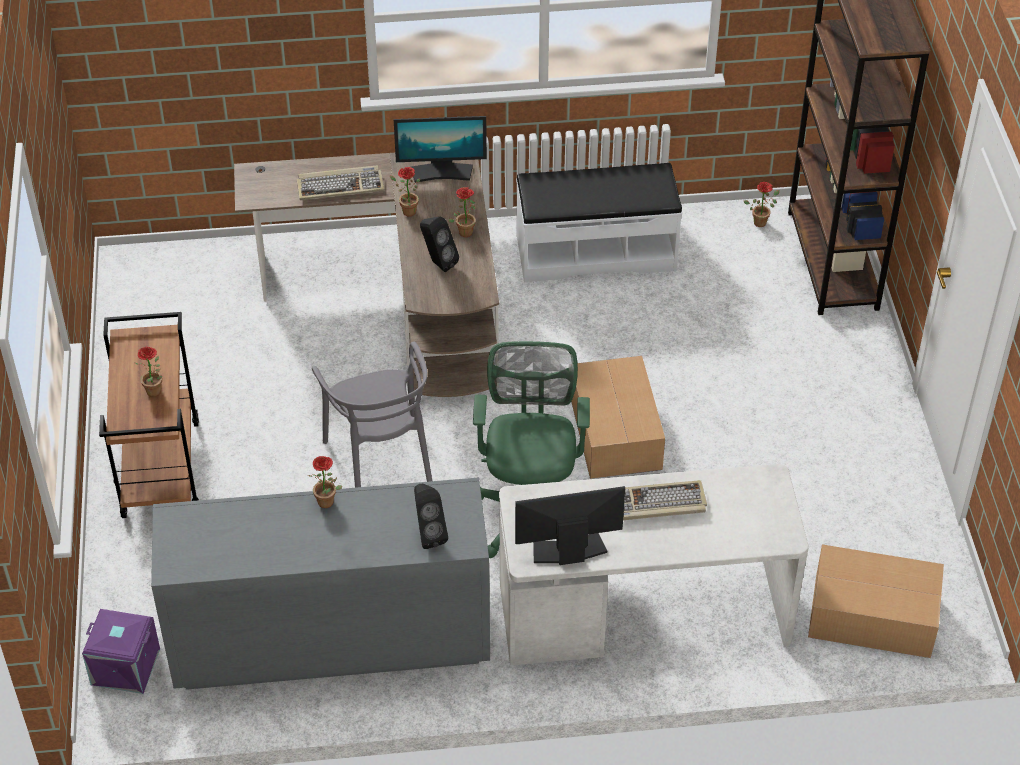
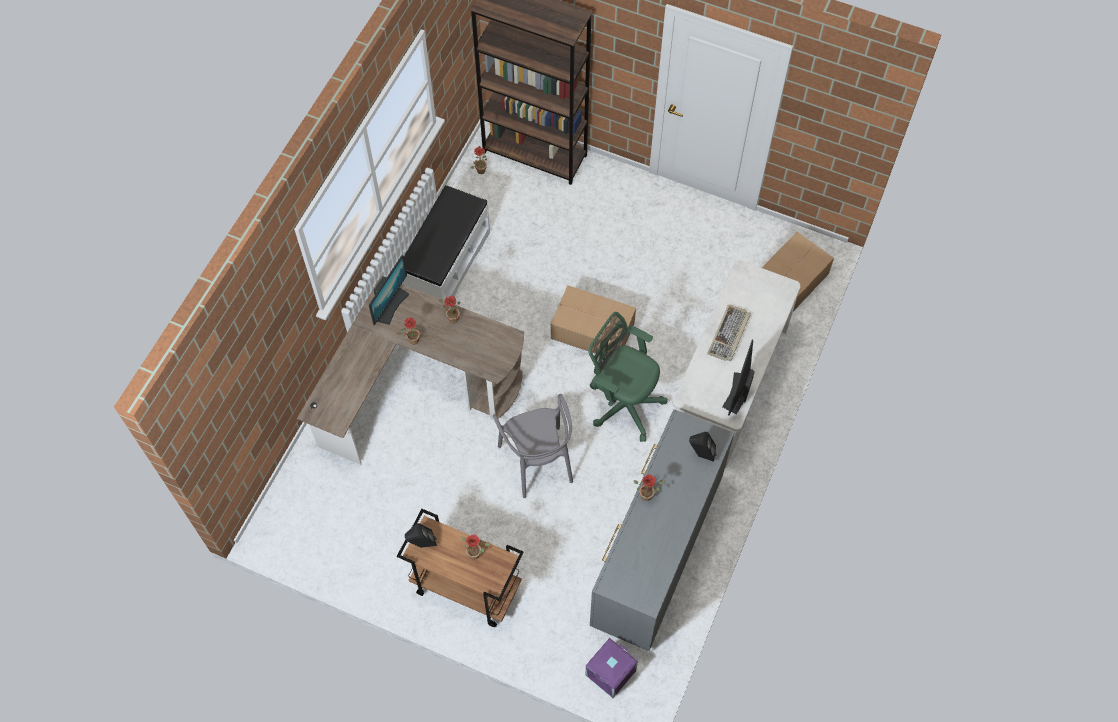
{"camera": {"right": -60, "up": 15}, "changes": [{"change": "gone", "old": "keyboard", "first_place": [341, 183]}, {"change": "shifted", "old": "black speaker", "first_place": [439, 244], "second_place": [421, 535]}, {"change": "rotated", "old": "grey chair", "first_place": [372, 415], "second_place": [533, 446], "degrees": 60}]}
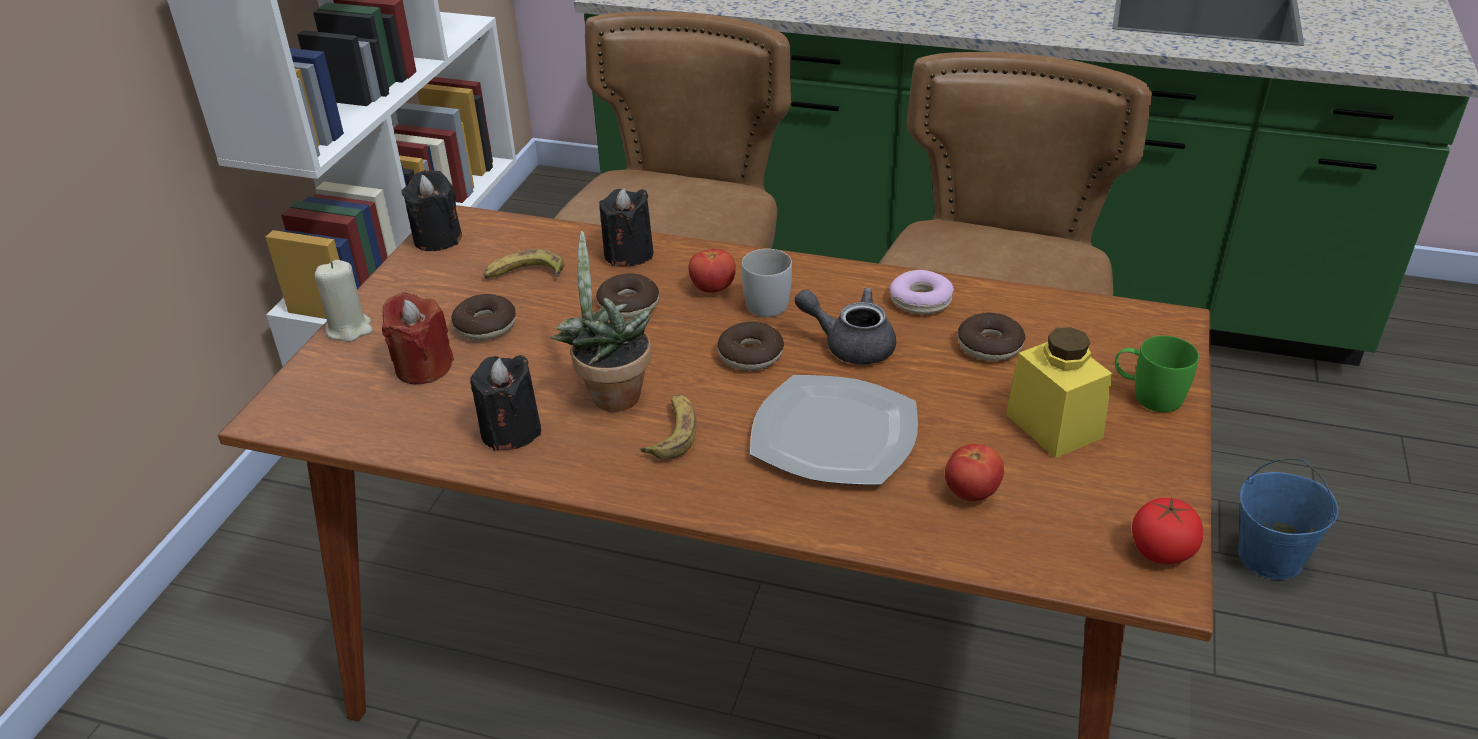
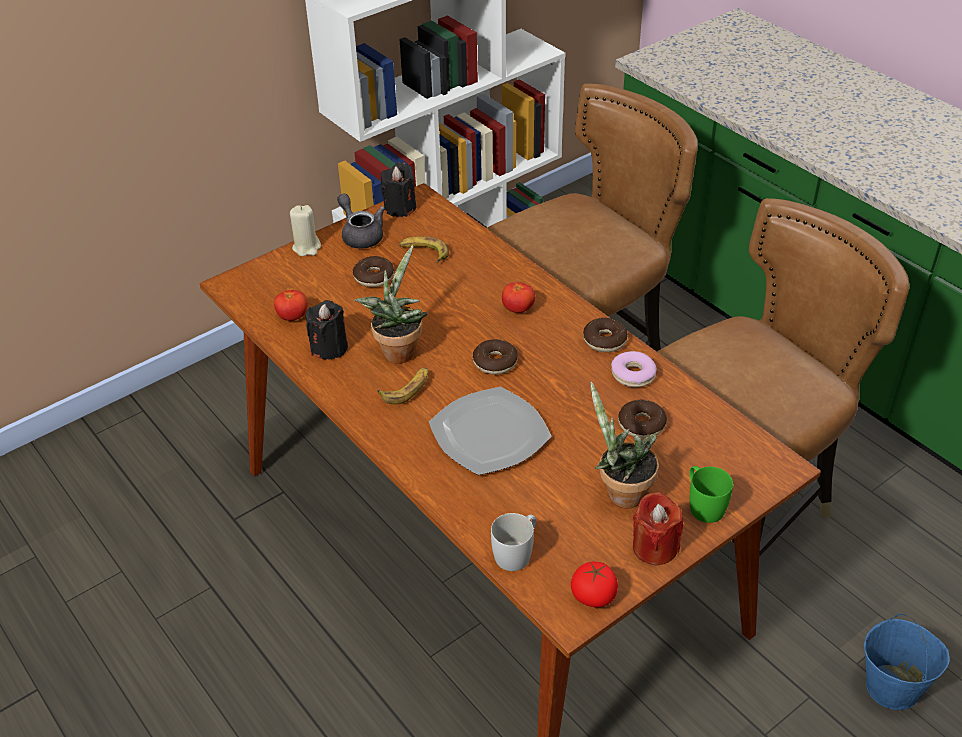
{"camera": {"right": 35, "up": 5}, "changes": [{"change": "gone", "old": "black candle", "first_place": [626, 227]}, {"change": "shifted", "old": "red candle", "first_place": [418, 338], "second_place": [658, 529]}, {"change": "shifted", "old": "donut", "first_place": [627, 296], "second_place": [605, 335]}, {"change": "shifted", "old": "white mug", "first_place": [767, 283], "second_place": [513, 542]}, {"change": "shifted", "old": "grey teapot", "first_place": [845, 326], "second_place": [361, 221]}, {"change": "shifted", "old": "tomato", "first_place": [974, 472], "second_place": [291, 305]}, {"change": "swapped", "old": "yellow jar", "new": "potted plant", "first_place": [1059, 392], "second_place": [624, 445]}]}
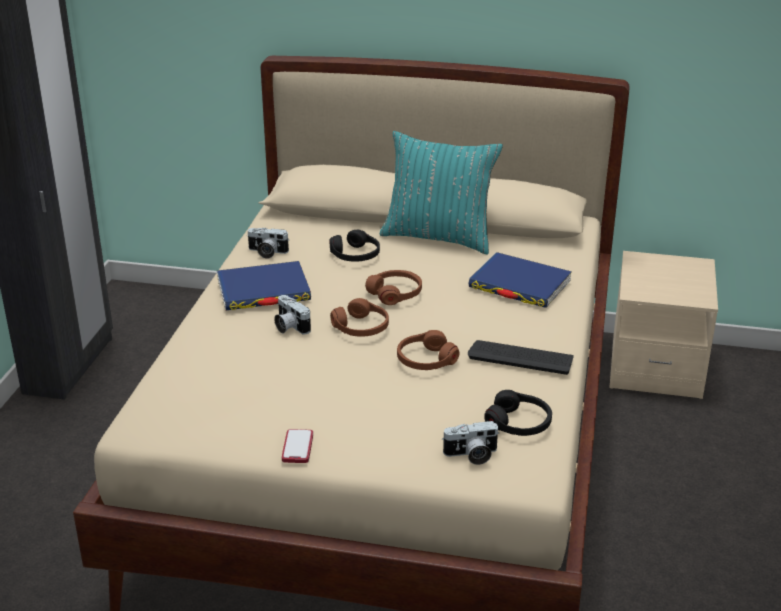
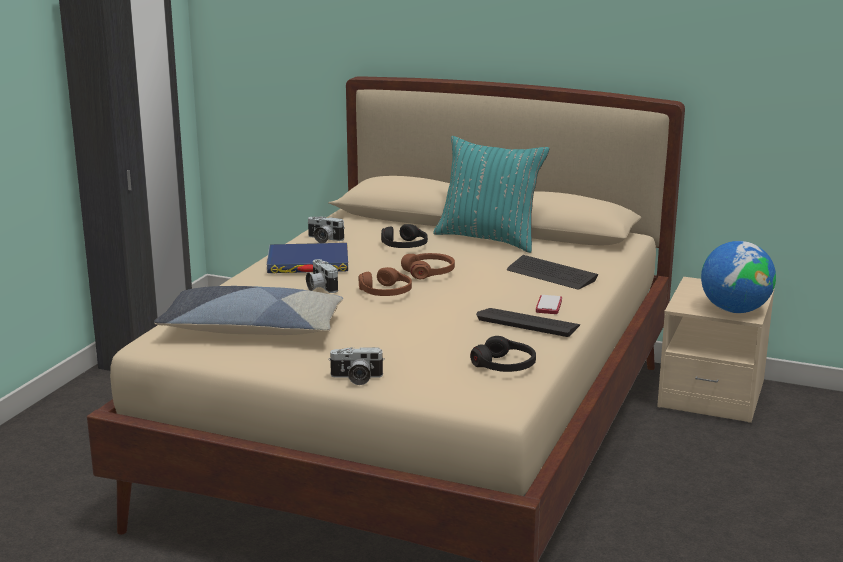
{"camera": {"right": 10, "up": -10}, "changes": [{"change": "gone", "old": "brown headphones", "first_place": [428, 350]}, {"change": "new", "new": "pillow", "second_place": [248, 310]}, {"change": "new", "new": "globe", "second_place": [738, 277]}, {"change": "shifted", "old": "phone", "first_place": [297, 446], "second_place": [549, 304]}, {"change": "shifted", "old": "photo camera", "first_place": [470, 443], "second_place": [356, 366]}, {"change": "swapped", "old": "blue book", "new": "keyboard", "first_place": [520, 280], "second_place": [553, 272]}]}
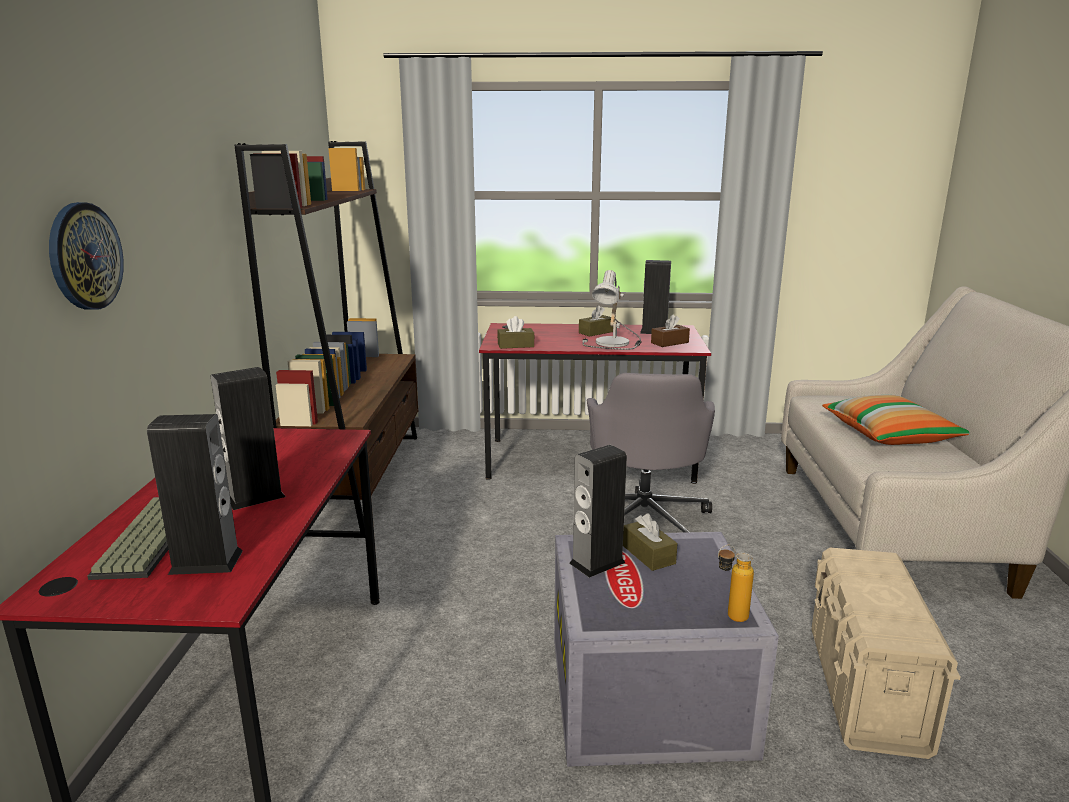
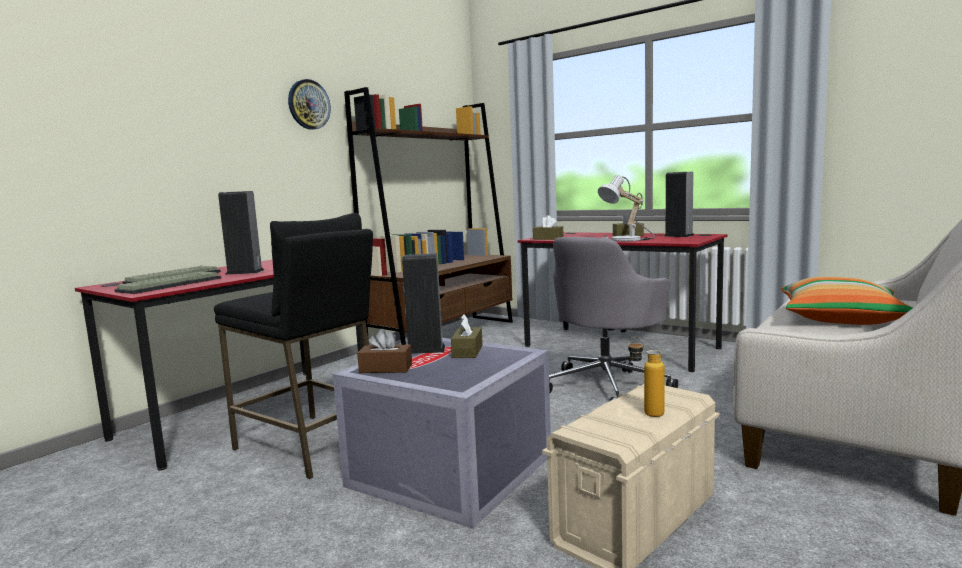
{"camera": {"right": 35, "up": -10}, "changes": [{"change": "new", "new": "black stool", "second_place": [293, 346]}, {"change": "shifted", "old": "wall clock", "first_place": [86, 256], "second_place": [309, 104]}, {"change": "shifted", "old": "brown tissue box", "first_place": [670, 330], "second_place": [384, 351]}, {"change": "shifted", "old": "bottle", "first_place": [736, 583], "second_place": [646, 377]}, {"change": "swapped", "old": "speaker", "new": "keyboard", "first_place": [195, 494], "second_place": [167, 283]}]}
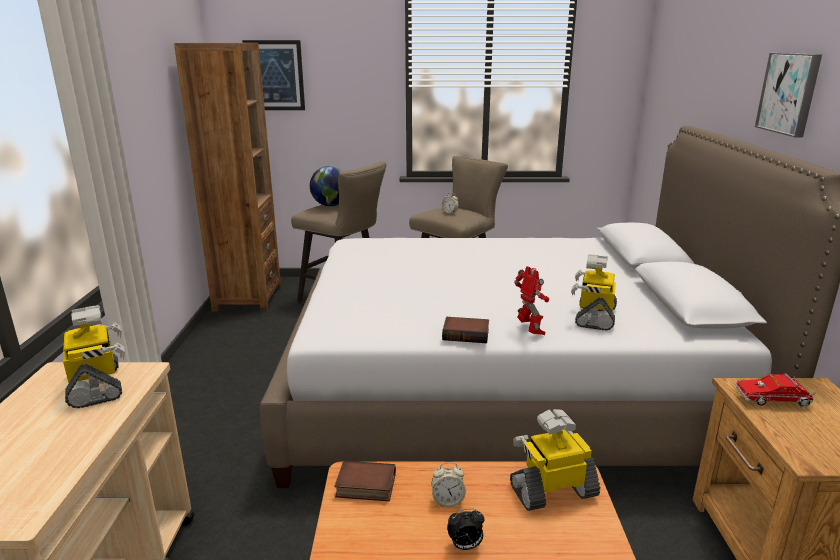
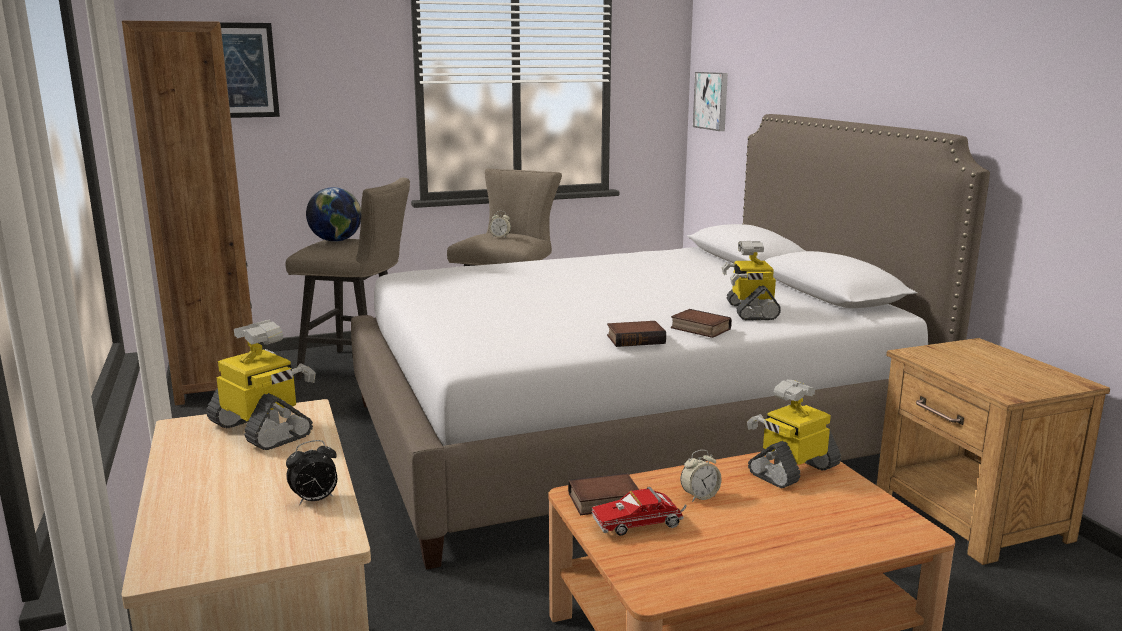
{"camera": {"right": -20, "up": -5}, "changes": [{"change": "shifted", "old": "alarm clock", "first_place": [466, 529], "second_place": [311, 473]}, {"change": "shifted", "old": "toy truck", "first_place": [776, 390], "second_place": [639, 511]}, {"change": "shifted", "old": "picture", "first_place": [788, 95], "second_place": [710, 101]}, {"change": "swapped", "old": "toy robot", "new": "book", "first_place": [531, 300], "second_place": [701, 323]}]}
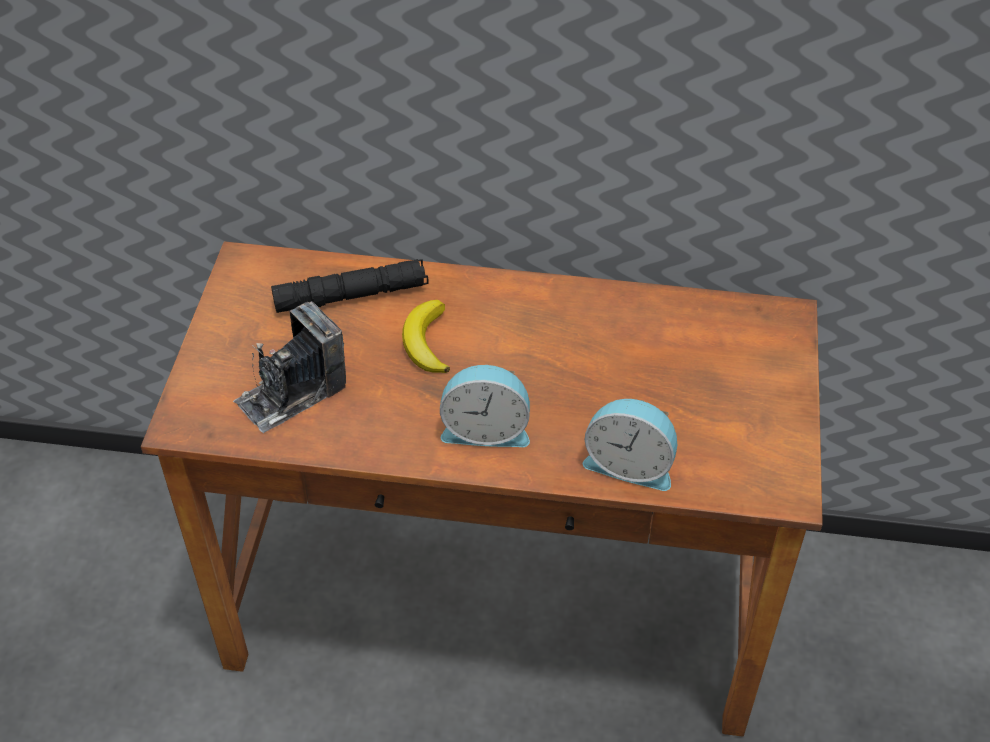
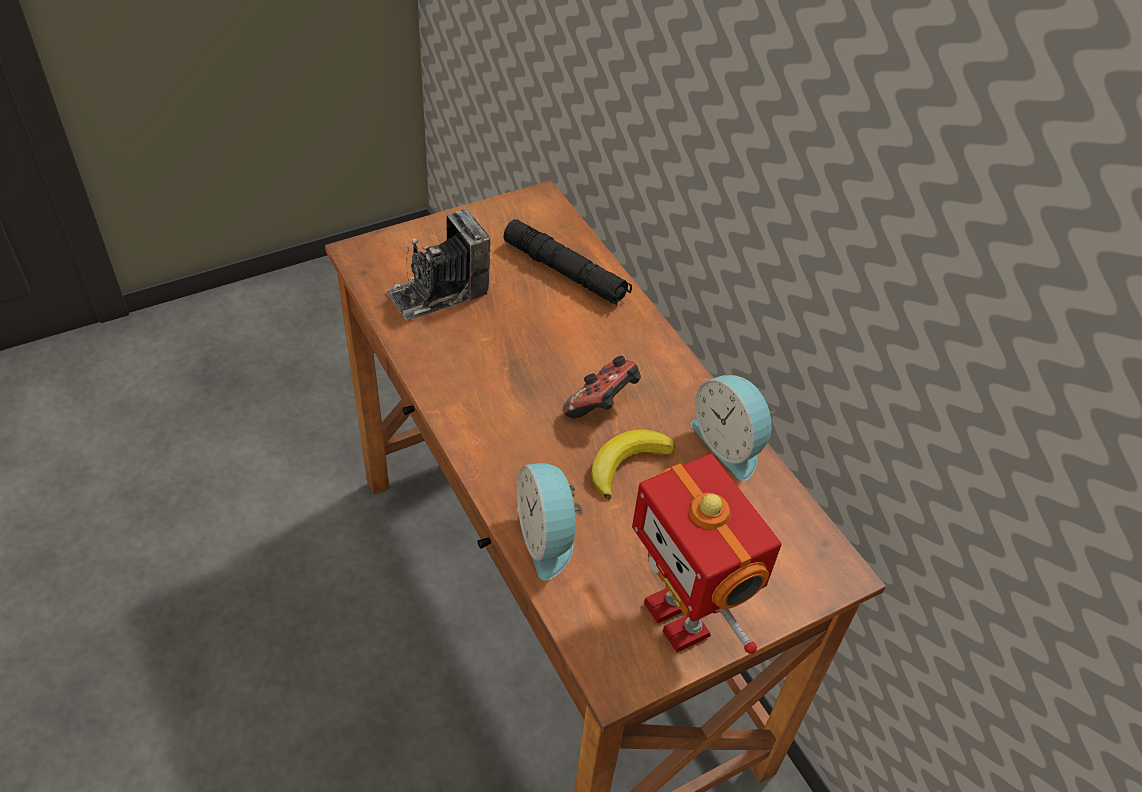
{"camera": {"right": 50, "up": 0}, "changes": [{"change": "new", "new": "game controller", "second_place": [602, 387]}, {"change": "new", "new": "toy robot", "second_place": [707, 554]}, {"change": "shifted", "old": "banana", "first_place": [426, 336], "second_place": [633, 464]}, {"change": "shifted", "old": "alarm clock", "first_place": [485, 406], "second_place": [733, 428]}, {"change": "rotated", "old": "photo camera", "first_place": [289, 367], "second_place": [438, 265], "degrees": -45}]}
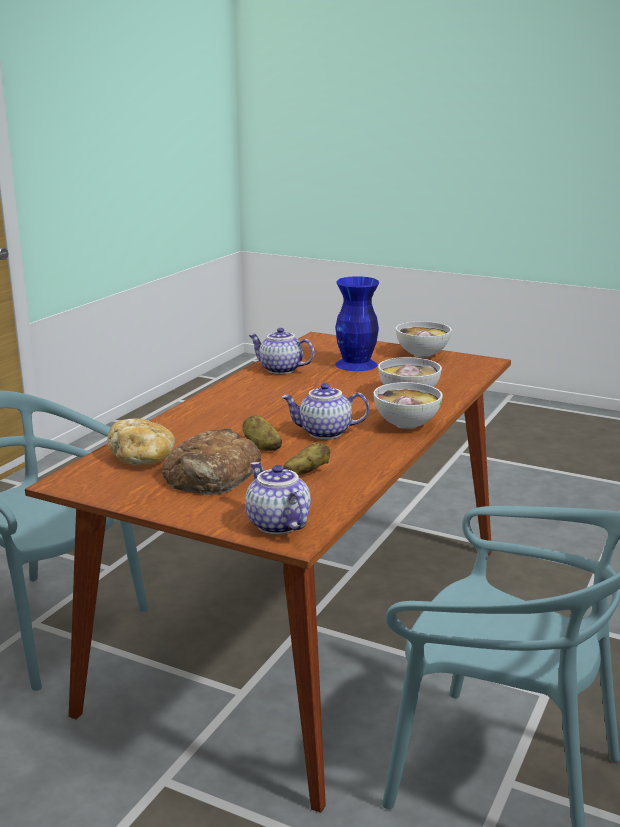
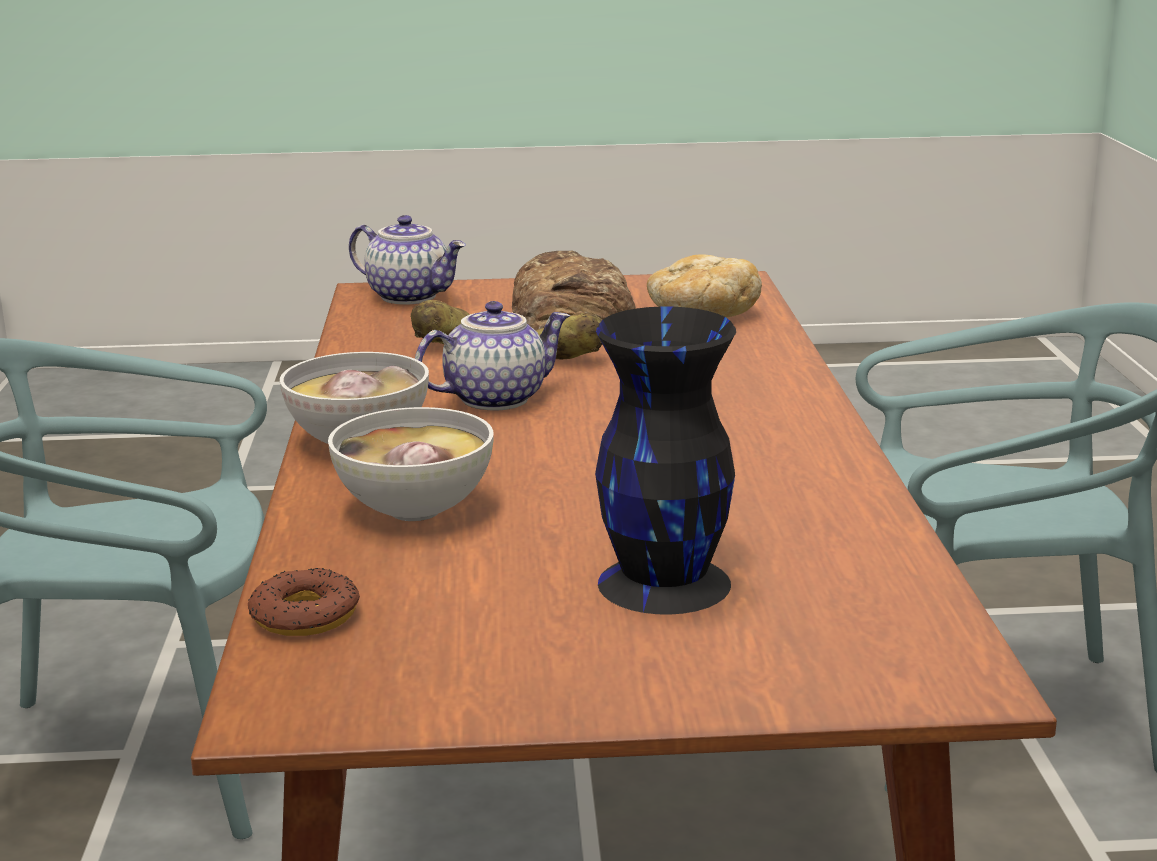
{"camera": {"right": 150, "up": 0}, "changes": [{"change": "gone", "old": "teapot", "first_place": [282, 351]}, {"change": "gone", "old": "bowl", "first_place": [424, 339]}, {"change": "new", "new": "donut", "second_place": [304, 602]}, {"change": "repainted", "old": "blue vase", "new": "black vase", "first_place": [357, 323], "second_place": [665, 461]}]}
